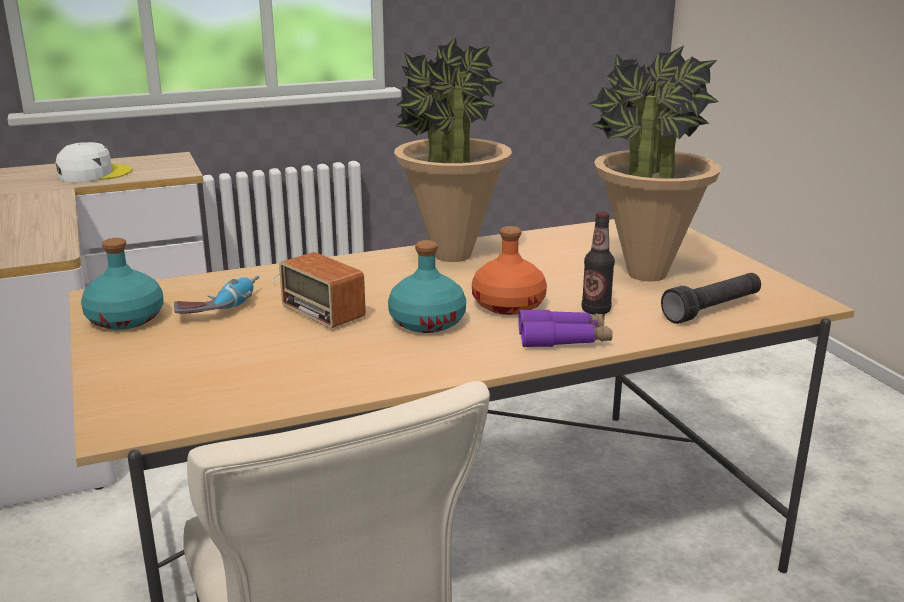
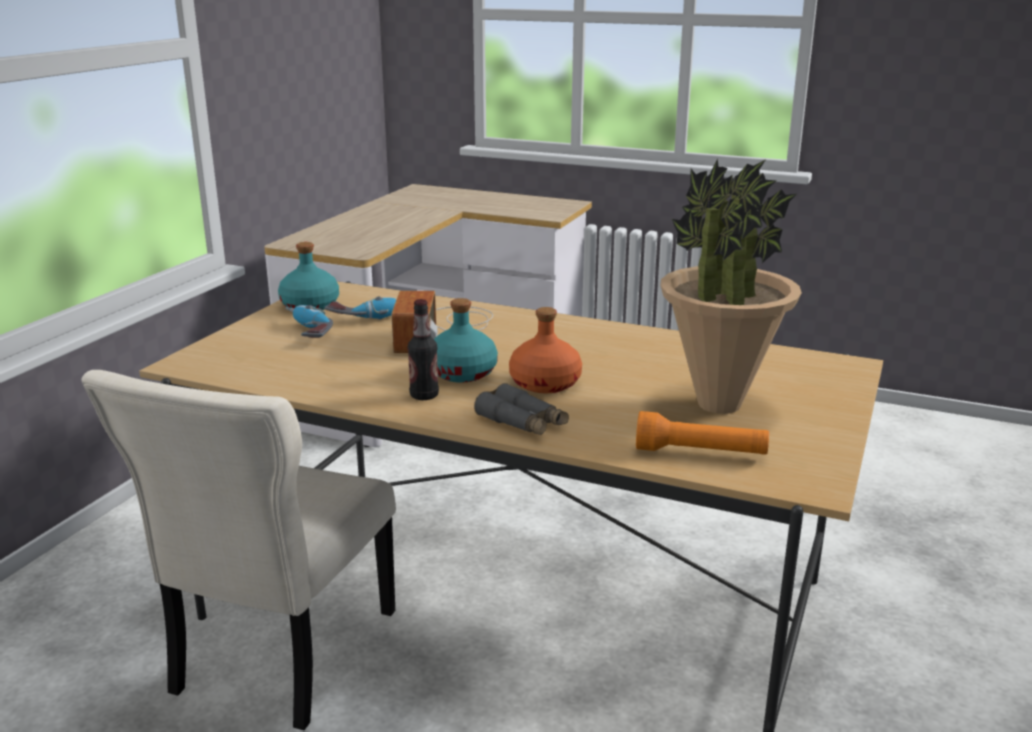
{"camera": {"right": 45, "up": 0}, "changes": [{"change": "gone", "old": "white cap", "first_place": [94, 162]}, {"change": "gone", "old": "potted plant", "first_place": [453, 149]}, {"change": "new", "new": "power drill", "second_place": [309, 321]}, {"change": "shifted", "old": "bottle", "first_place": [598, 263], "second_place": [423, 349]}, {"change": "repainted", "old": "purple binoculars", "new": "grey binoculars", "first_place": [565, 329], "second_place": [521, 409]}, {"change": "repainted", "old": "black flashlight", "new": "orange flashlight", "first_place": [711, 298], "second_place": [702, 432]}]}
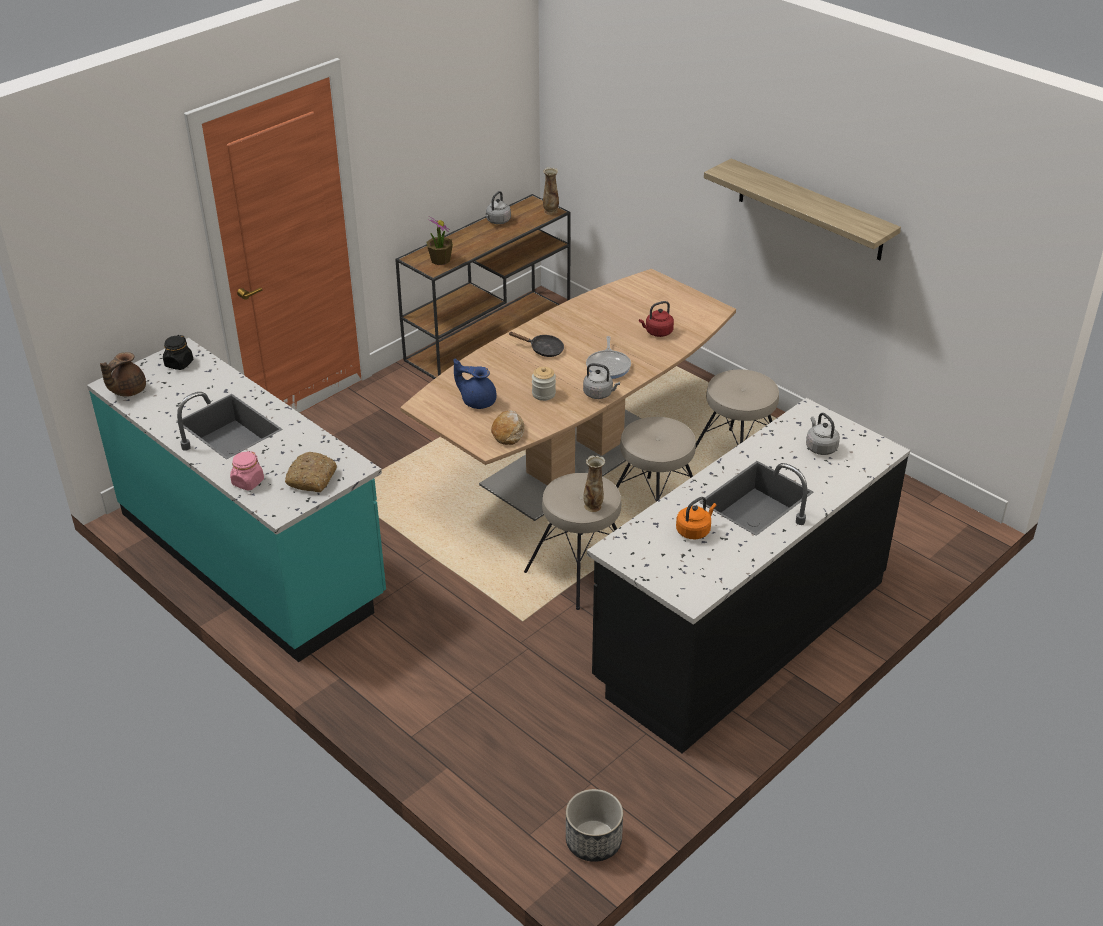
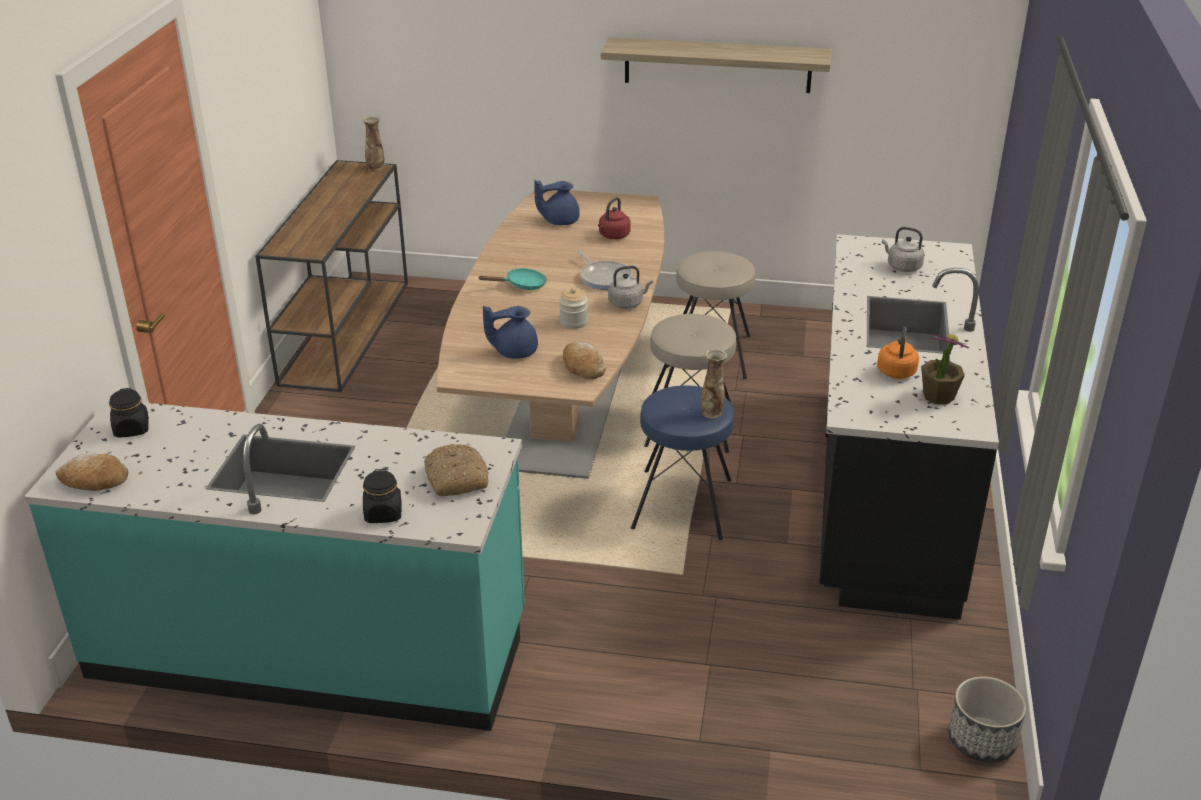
{"camera": {"right": -35, "up": -5}, "changes": [{"change": "gone", "old": "grey kettle", "first_place": [498, 207]}, {"change": "new", "new": "blue teapot", "second_place": [557, 202]}, {"change": "shifted", "old": "potted plant", "first_place": [440, 240], "second_place": [945, 369]}, {"change": "swapped", "old": "brown teapot", "new": "bread", "first_place": [123, 374], "second_place": [91, 472]}, {"change": "repainted", "old": "pink jar", "new": "black jar", "first_place": [247, 471], "second_place": [382, 496]}, {"change": "repainted", "old": "black frying pan", "new": "turquoise frying pan", "first_place": [536, 344], "second_place": [513, 279]}, {"change": "repainted", "old": "beige stool", "new": "blue stool", "first_place": [572, 541], "second_place": [682, 462]}]}
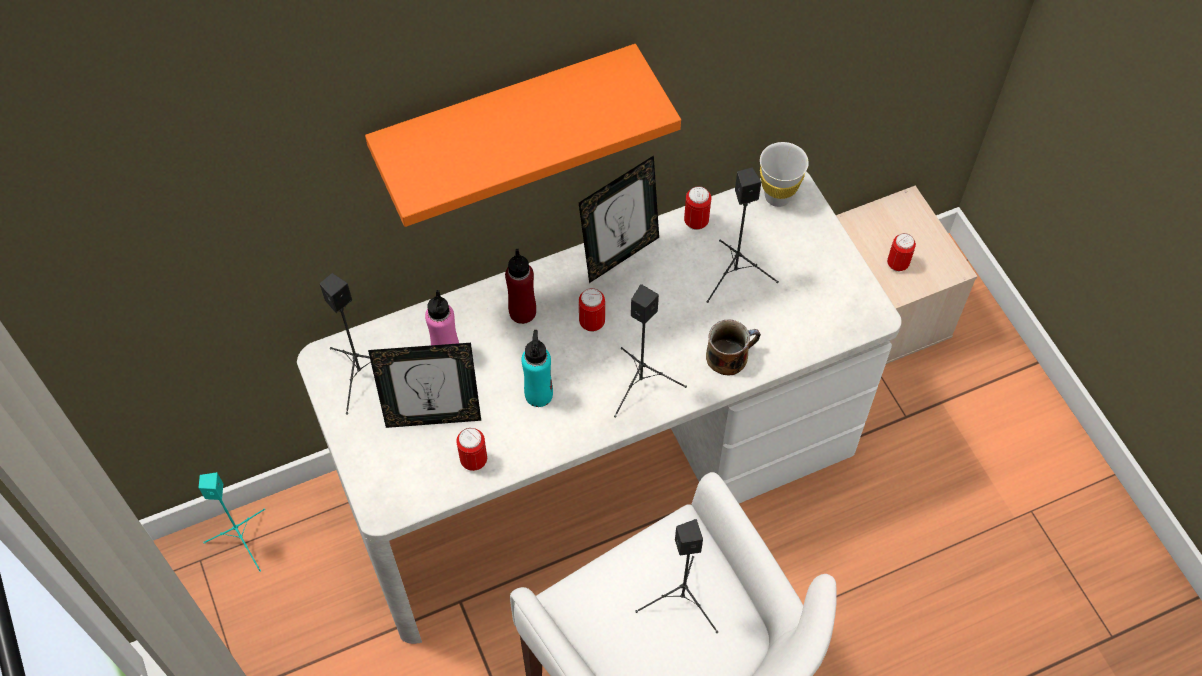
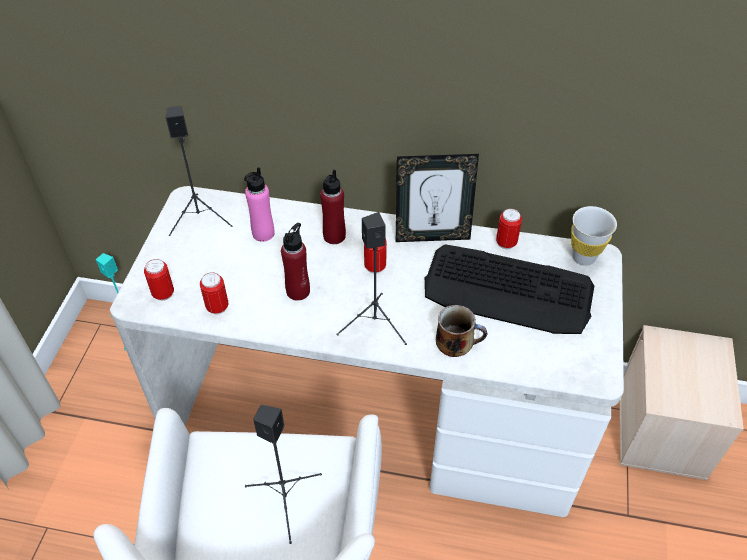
{"camera": {"right": 35, "up": -10}, "changes": [{"change": "gone", "old": "orange shelf", "first_place": [523, 135]}, {"change": "gone", "old": "picture frame", "first_place": [424, 385]}, {"change": "shifted", "old": "can", "first_place": [901, 252], "second_place": [159, 280]}, {"change": "swapped", "old": "black speaker", "new": "keyboard", "first_place": [743, 235], "second_place": [509, 289]}, {"change": "repainted", "old": "turquoise bottle", "new": "red bottle", "first_place": [537, 368], "second_place": [295, 262]}]}
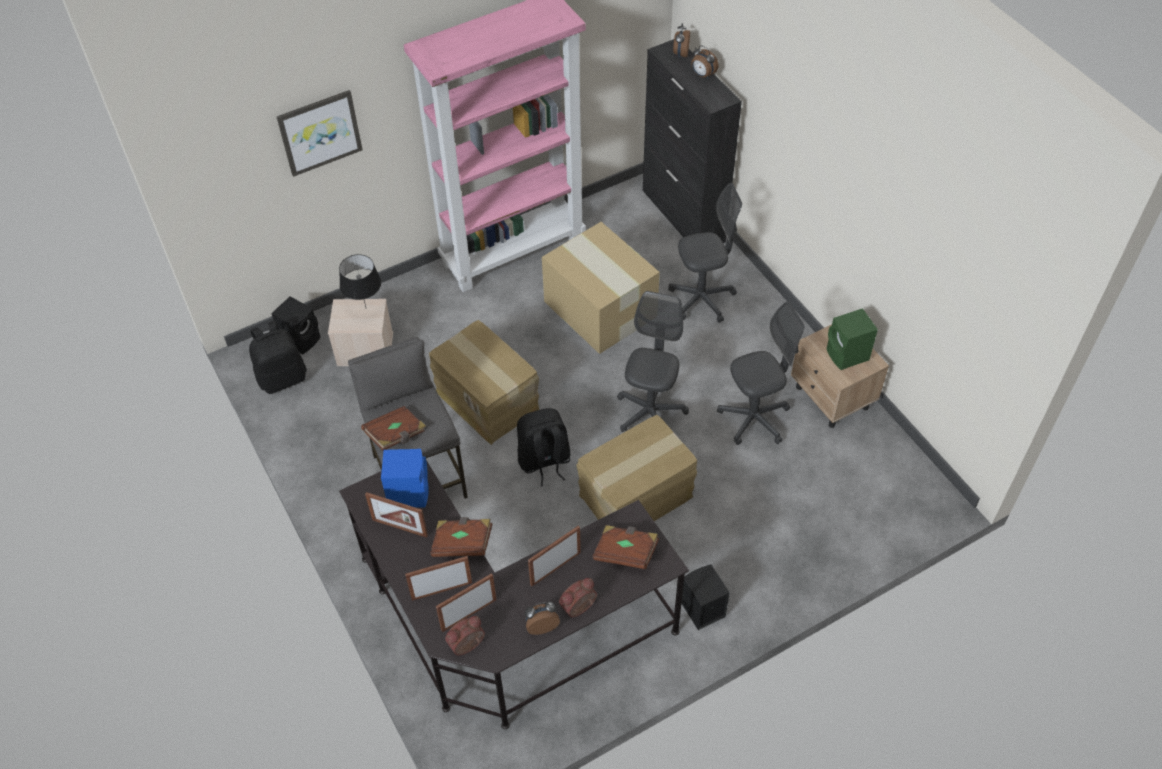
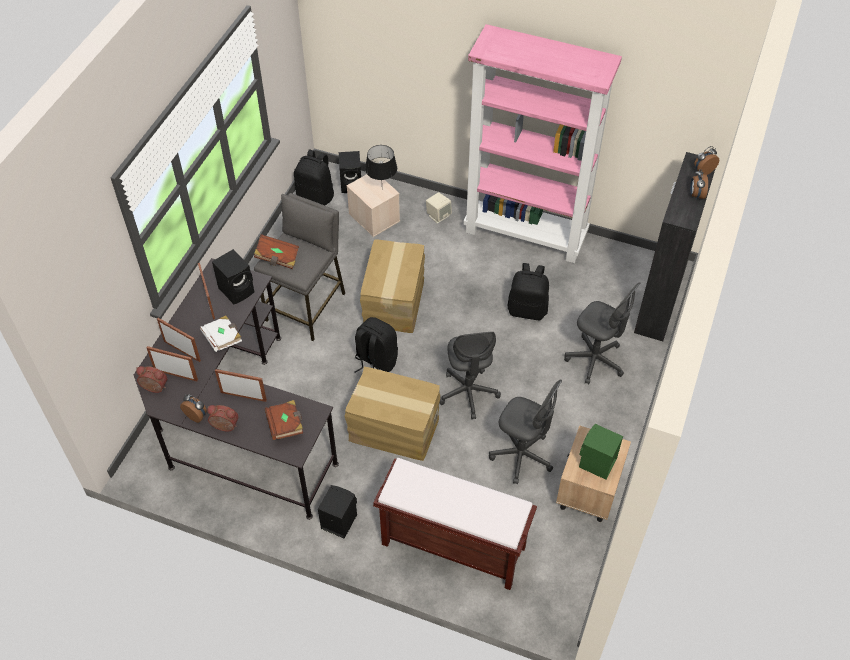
{"camera": {"right": 50, "up": 0}, "changes": [{"change": "gone", "old": "picture", "first_place": [320, 133]}, {"change": "new", "new": "brown bench", "second_place": [455, 524]}, {"change": "new", "new": "beige speaker", "second_place": [439, 208]}, {"change": "swapped", "old": "cardboard box", "new": "black backpack", "first_place": [601, 288], "second_place": [528, 291]}, {"change": "repainted", "old": "blue speaker", "new": "black speaker", "first_place": [405, 478], "second_place": [233, 277]}, {"change": "repainted", "old": "brown book", "new": "white book", "first_place": [461, 537], "second_place": [221, 334]}, {"change": "rotated", "old": "grey office chair", "first_place": [653, 361], "second_place": [470, 375], "degrees": 105}]}
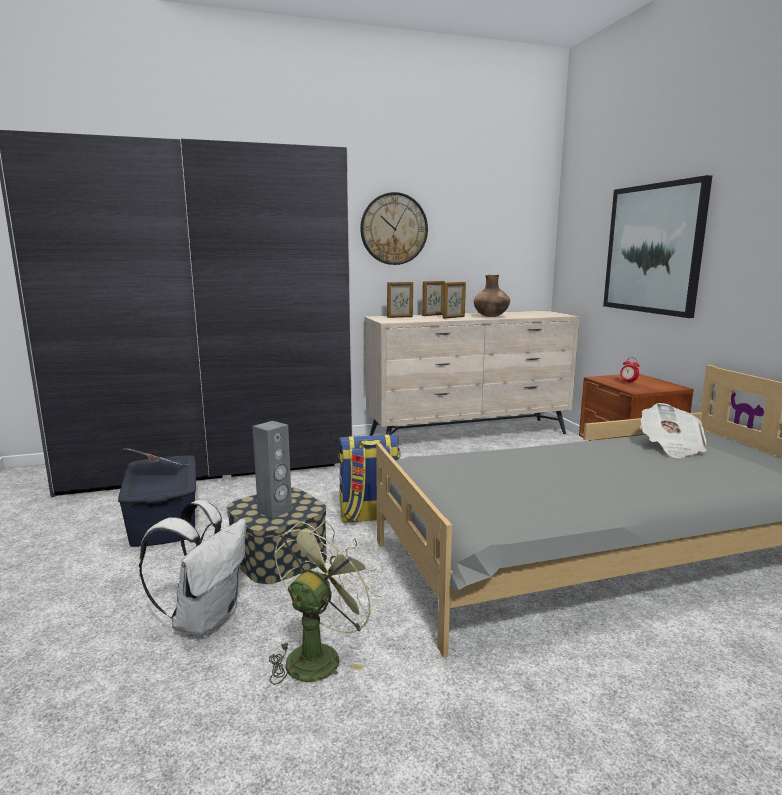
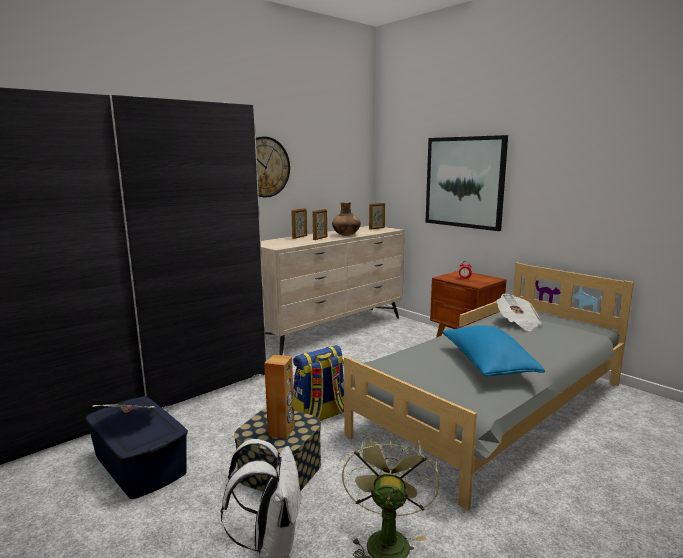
{"camera": {"right": -25, "up": 0}, "changes": [{"change": "new", "new": "blue pillow", "second_place": [493, 350]}, {"change": "shifted", "old": "picture frame", "first_place": [400, 300], "second_place": [377, 216]}, {"change": "repainted", "old": "grey speaker", "new": "brown speaker", "first_place": [272, 470], "second_place": [279, 397]}]}
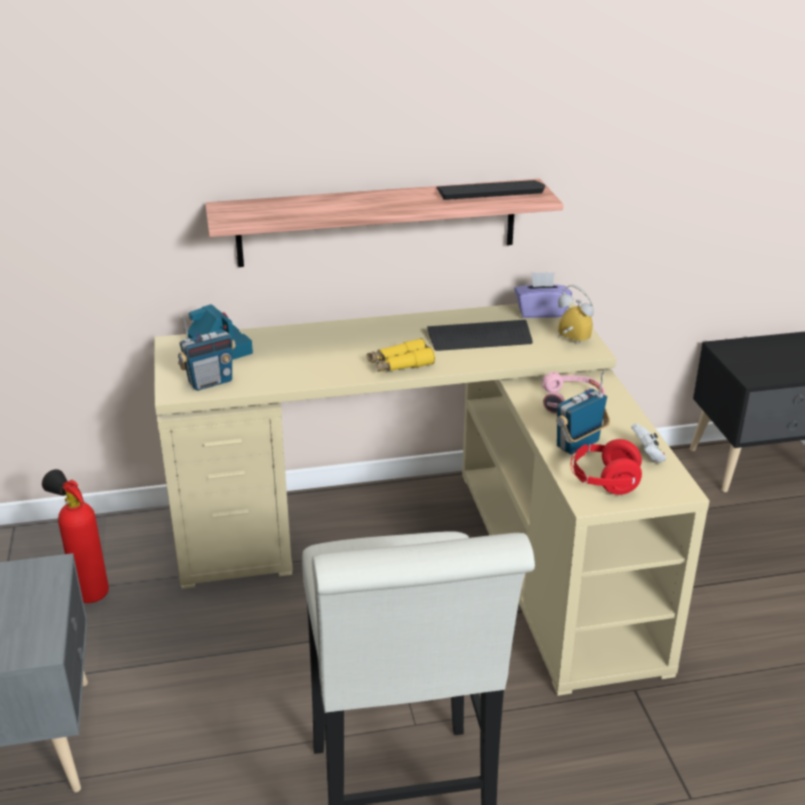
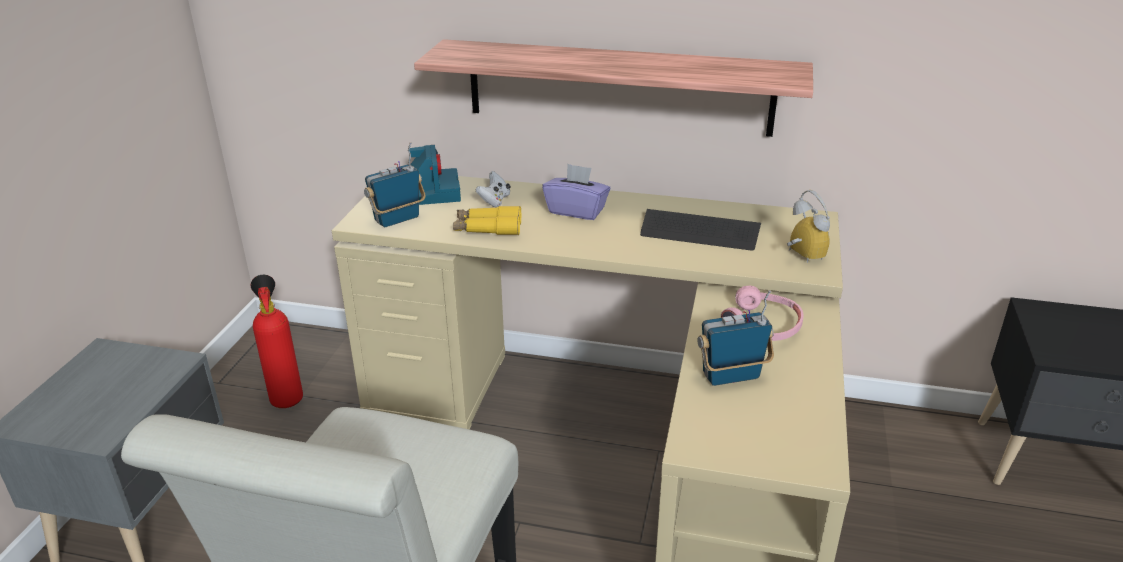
{"camera": {"right": 25, "up": 0}, "changes": [{"change": "gone", "old": "keyboard", "first_place": [490, 190]}, {"change": "gone", "old": "red headphones", "first_place": [606, 467]}, {"change": "shifted", "old": "yellow binoculars", "first_place": [401, 355], "second_place": [487, 220]}, {"change": "shifted", "old": "purple tissue box", "first_place": [543, 295], "second_place": [576, 192]}, {"change": "shifted", "old": "white game controller", "first_place": [648, 443], "second_place": [493, 189]}, {"change": "rotated", "old": "radio", "first_place": [207, 353], "second_place": [395, 184], "degrees": 150}]}
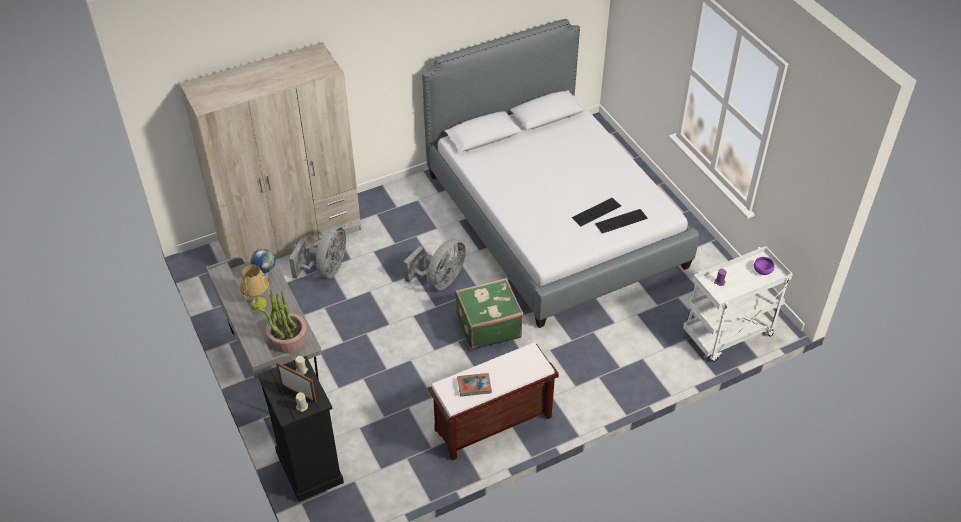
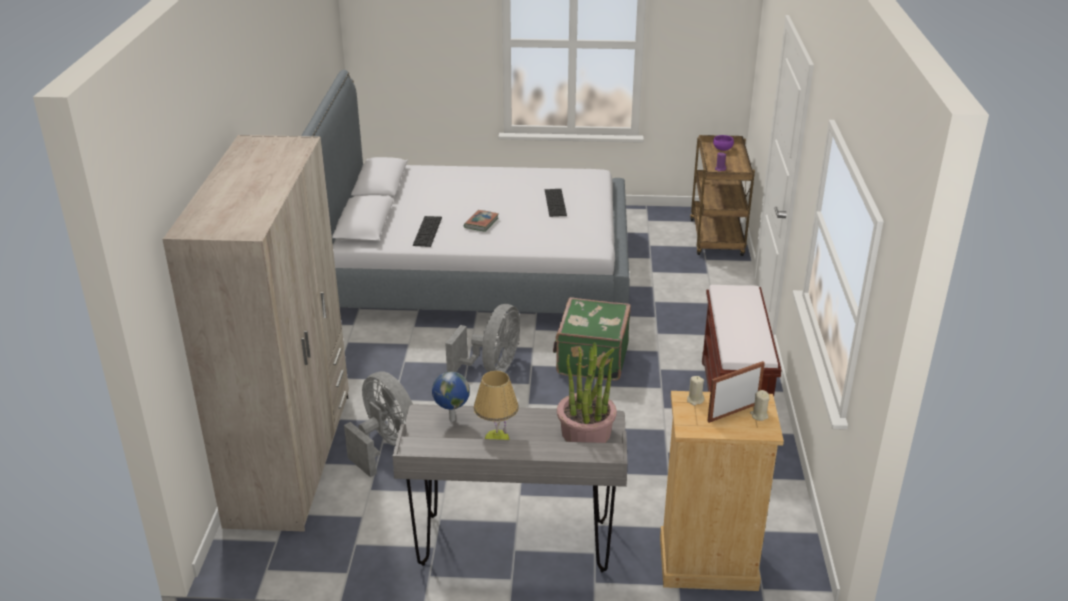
{"camera": {"right": -60, "up": -15}, "changes": [{"change": "shifted", "old": "book", "first_place": [474, 385], "second_place": [481, 221]}, {"change": "shifted", "old": "keyboard", "first_place": [621, 221], "second_place": [427, 231]}, {"change": "repainted", "old": "black dresser", "new": "beige dresser", "first_place": [300, 429], "second_place": [722, 491]}, {"change": "repainted", "old": "white cart", "new": "brown cart", "first_place": [738, 304], "second_place": [722, 195]}, {"change": "rotated", "old": "grey fan", "first_place": [434, 264], "second_place": [482, 338], "degrees": 45}]}
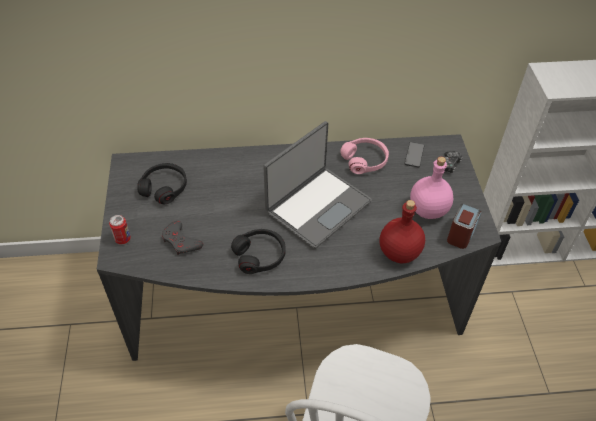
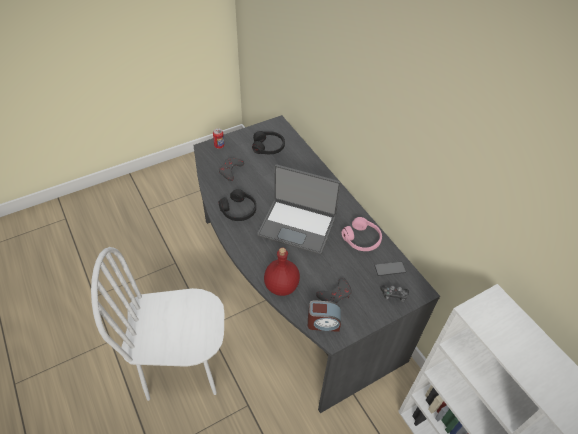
{"camera": {"right": 65, "up": 0}, "changes": [{"change": "swapped", "old": "pink bottle", "new": "grey game controller", "first_place": [431, 188], "second_place": [334, 291]}]}
